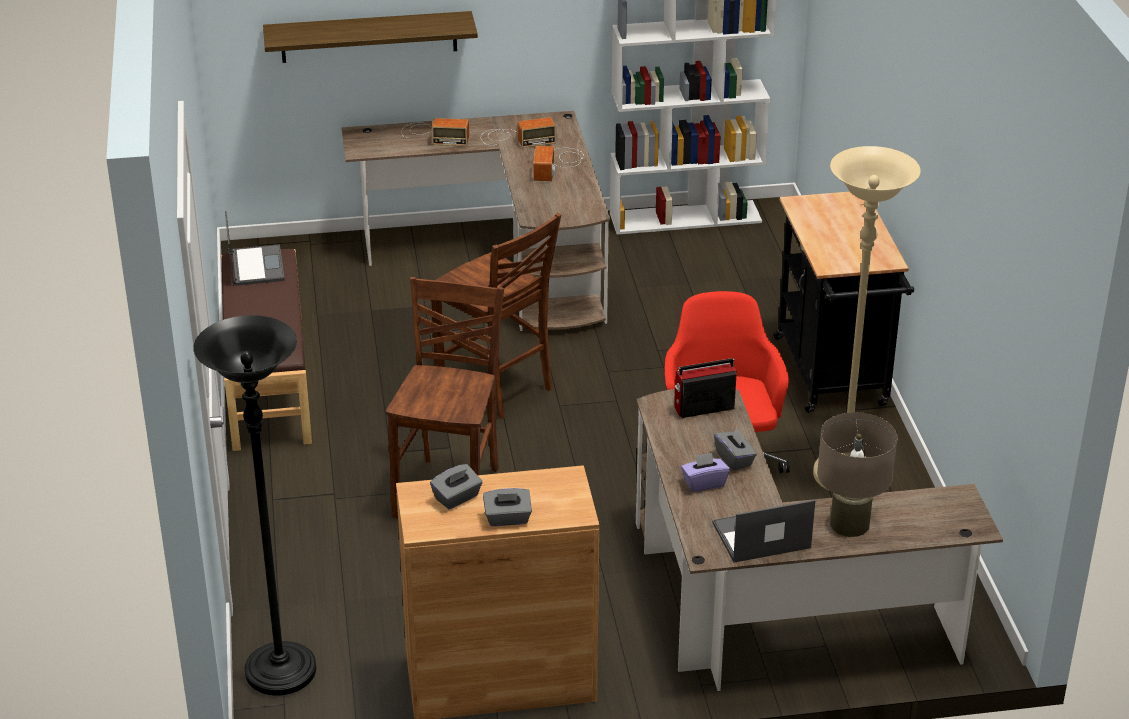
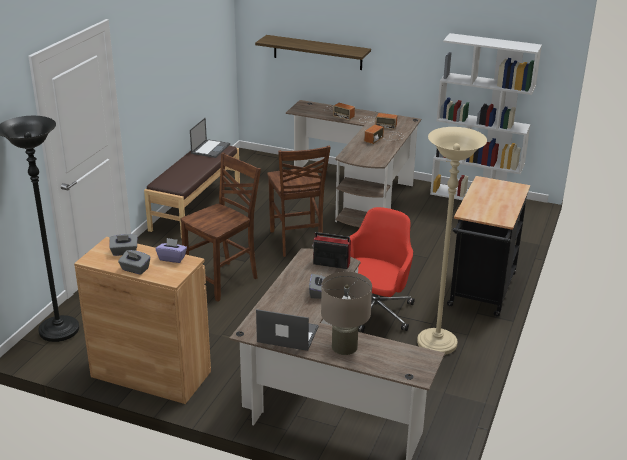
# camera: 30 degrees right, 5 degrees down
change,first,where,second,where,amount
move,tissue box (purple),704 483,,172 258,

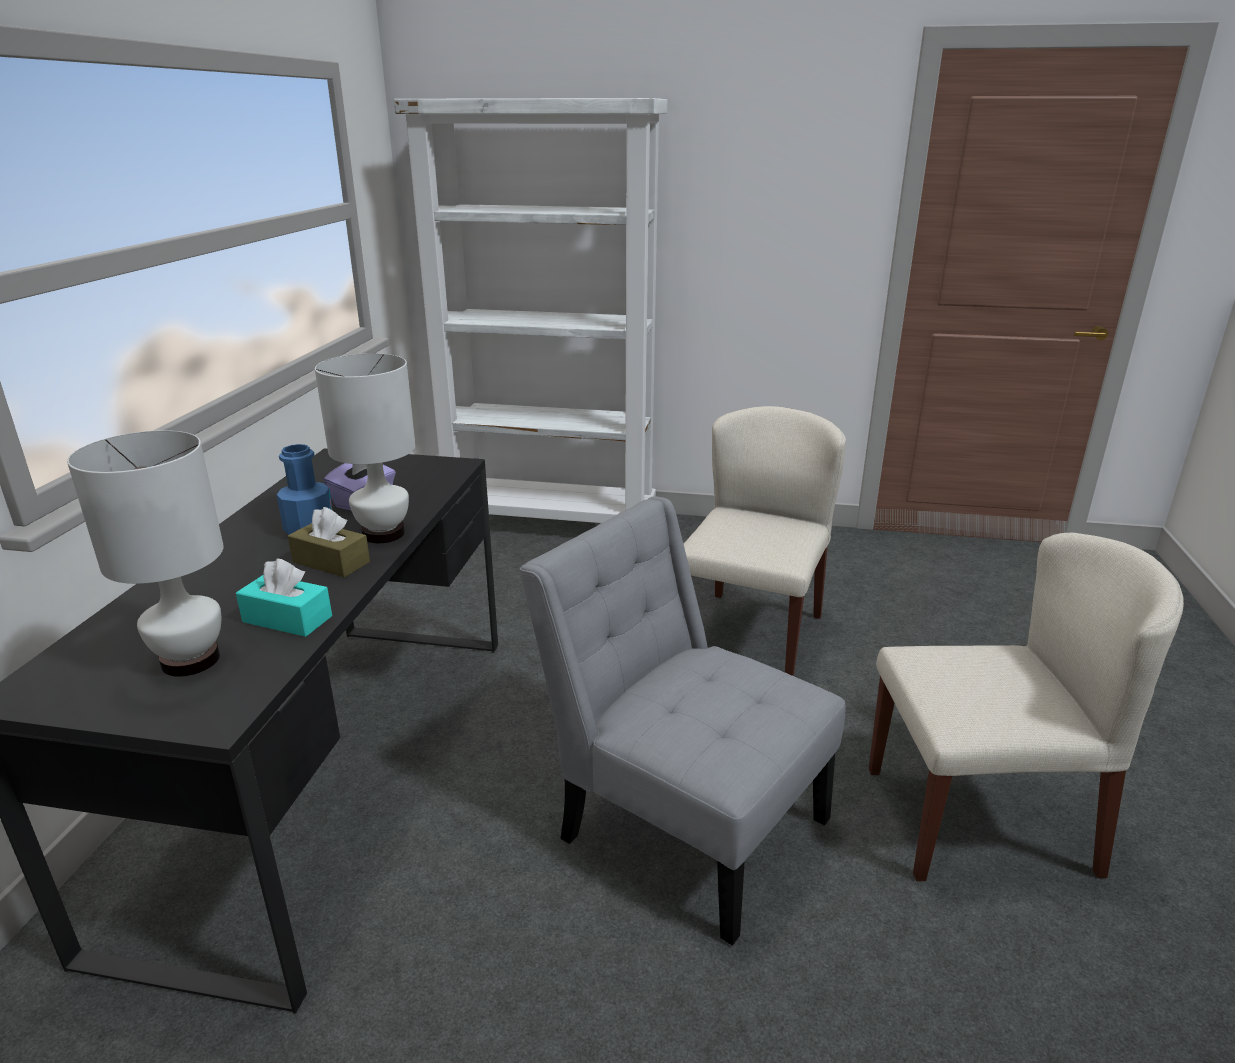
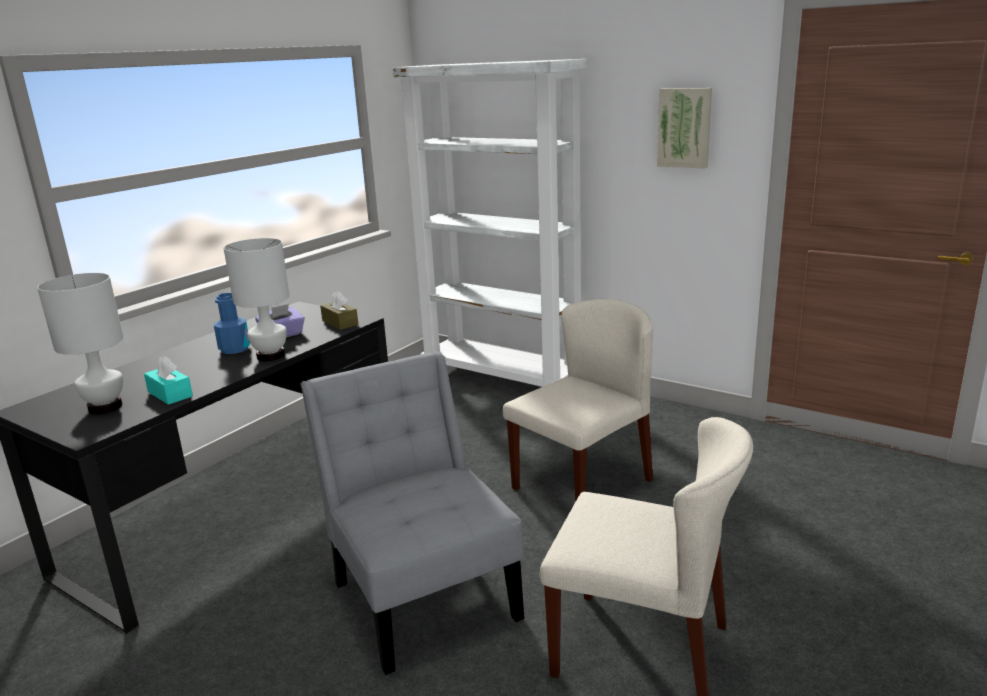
# camera: 25 degrees right, 5 degrees down
change,first,where,second,where,amount
move,tissue box (brown),331 562,,340 323,
insert,,,picture,684 128,

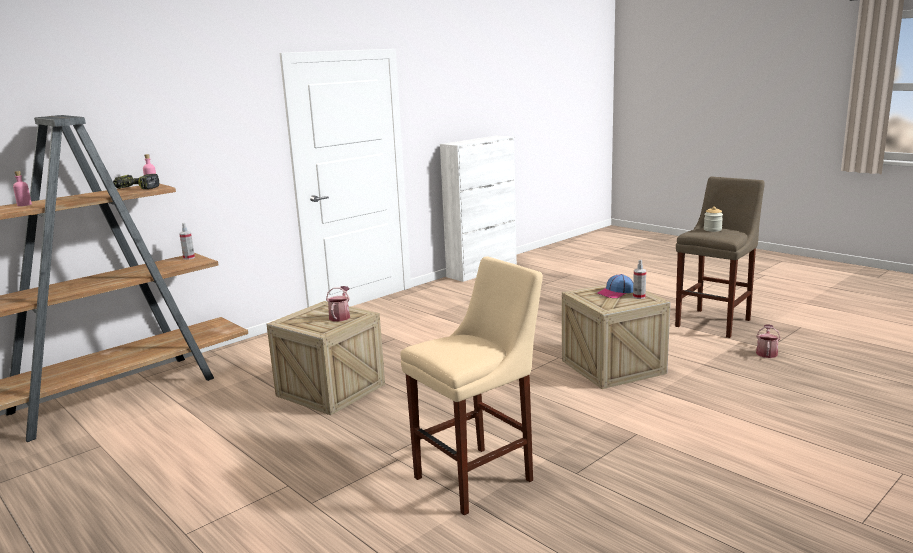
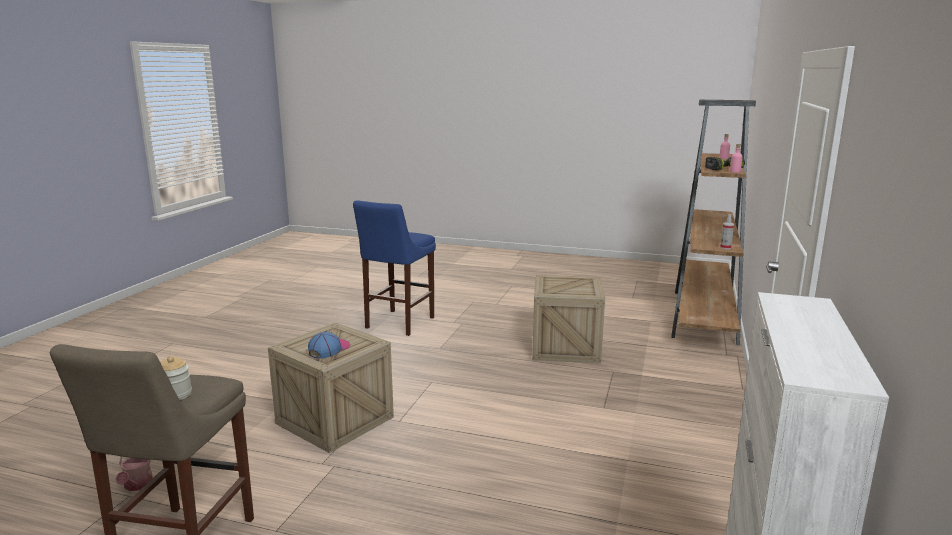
# camera: 150 degrees right, 0 degrees up
change,first,where,second,where,amount
recolor,stool (beige),478 477,stool (blue),397 324,
delete,spray bottle,639 297,,,
delete,watering can,340 316,,,

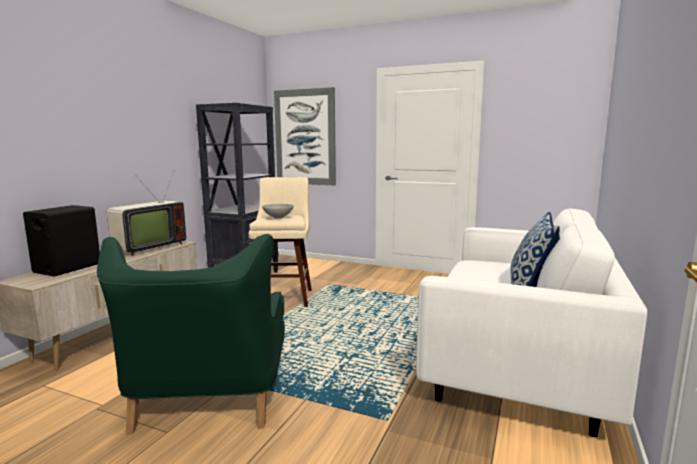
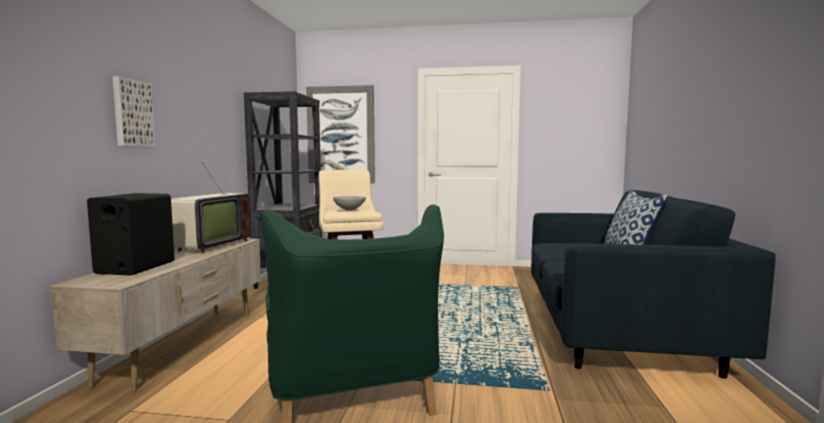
# camera: 15 degrees left, 5 degrees down
change,first,where,second,where,amount
recolor,sofa (white),516 361,sofa (blue),613 329,
insert,,,picture,132 113,

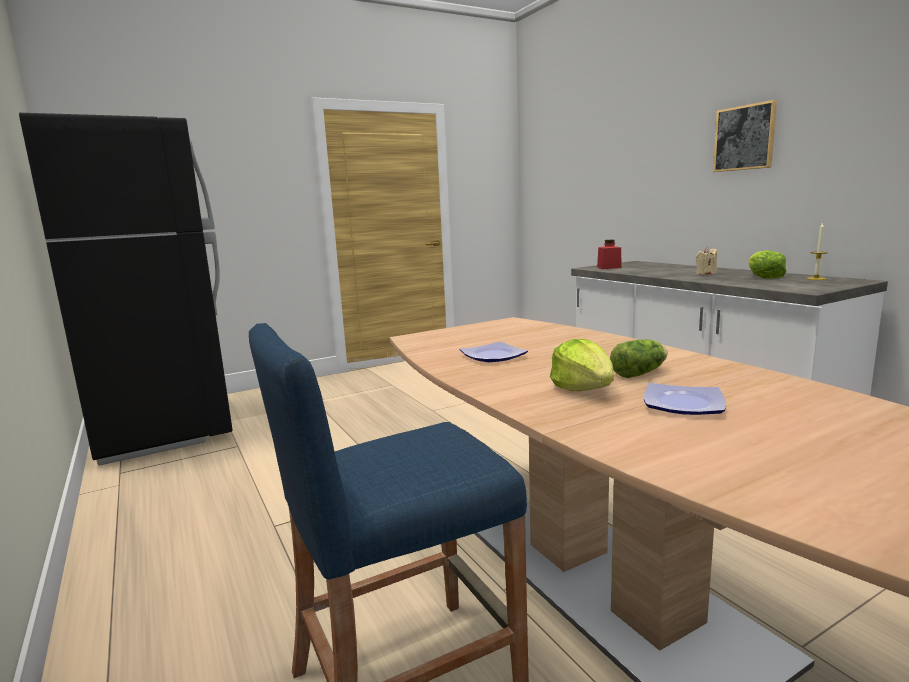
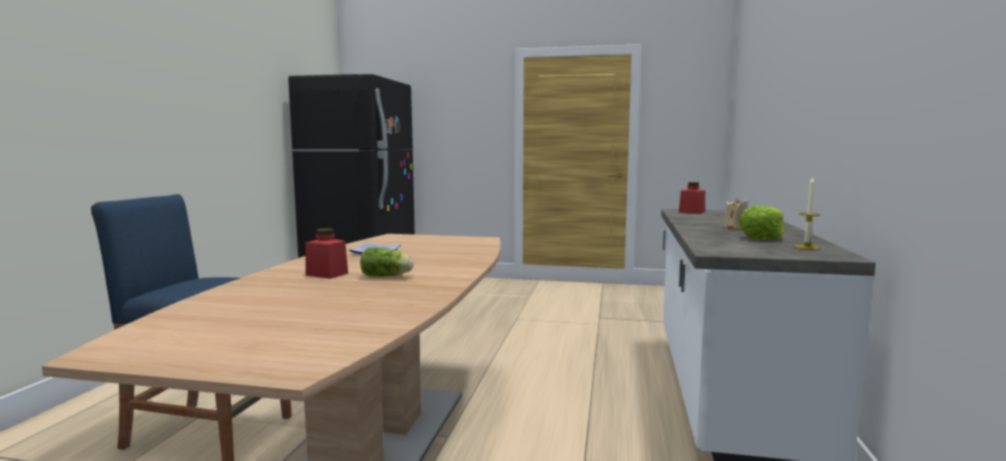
# camera: 40 degrees right, 5 degrees down
change,first,where,second,where,amount
delete,picture,744 138,,,
replace,lettuce,583 389,jar (red),327 274,
delete,plate,684 405,,,

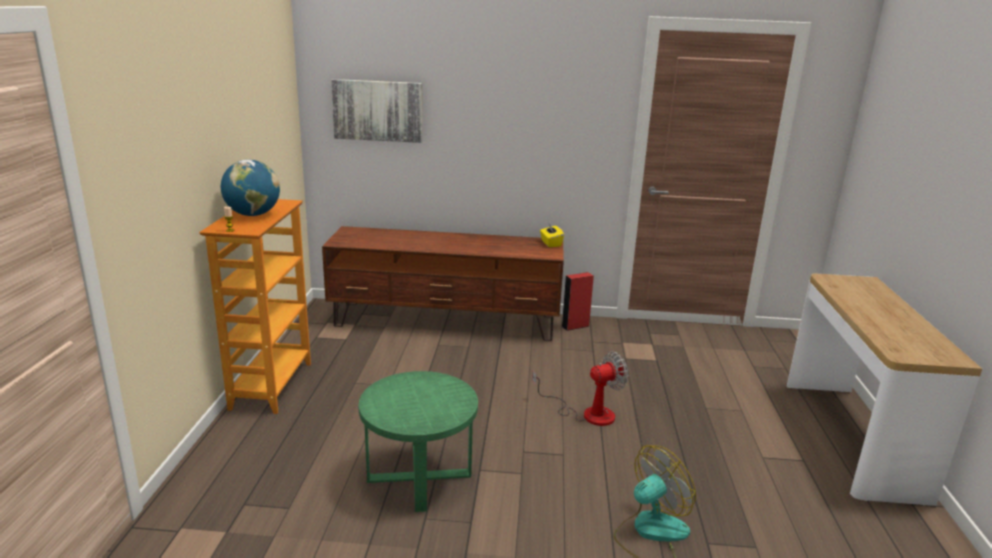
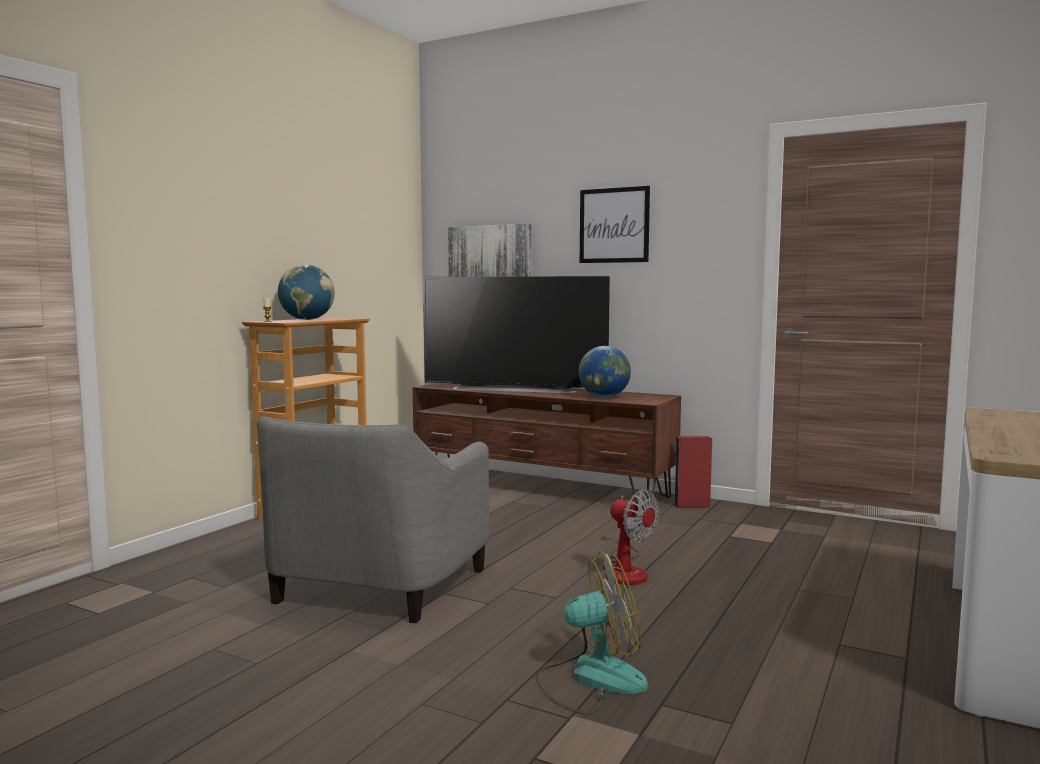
# camera: 25 degrees right, 15 degrees down
change,first,where,second,where,amount
delete,tissue box (yellow),550 243,,,
rotate,fan,587 413,,626 571,45 degrees clockwise
replace,side table (green),419 476,armchair (grey),374 587,
insert,,,picture,614 225,
insert,,,television,515 389,
insert,,,globe,604 397,

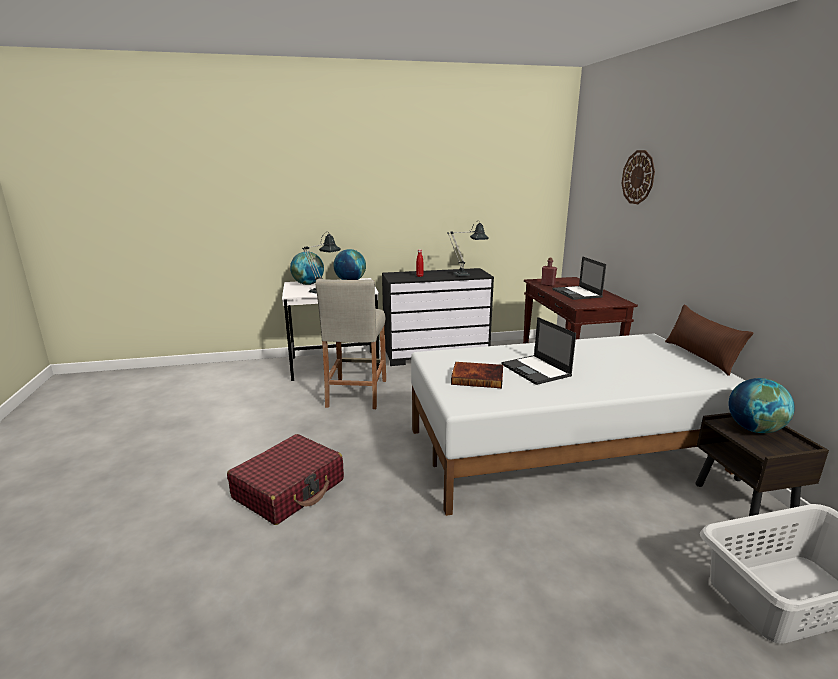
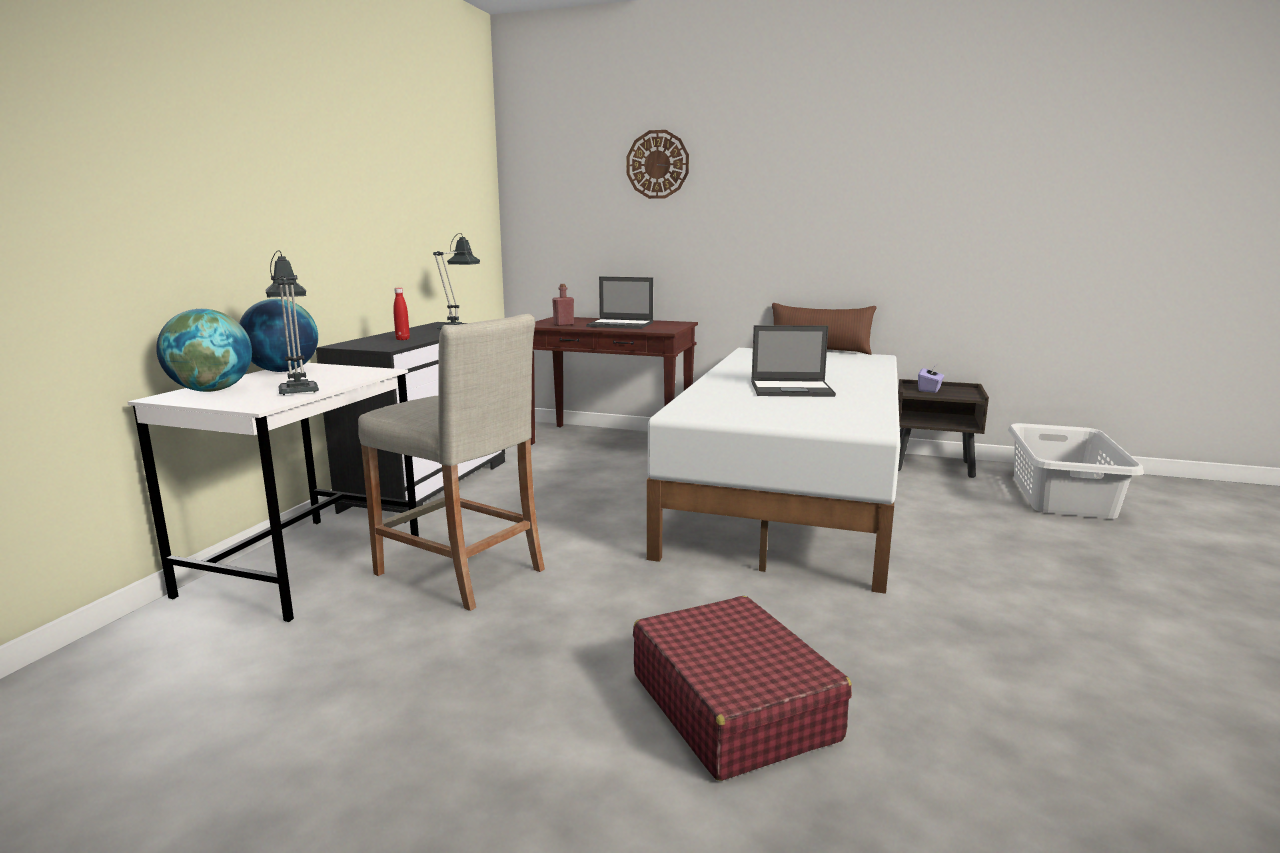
# camera: 60 degrees left, 5 degrees down
change,first,where,second,where,amount
delete,book,478 377,,,
replace,globe,754 429,tissue box (purple),930 389,

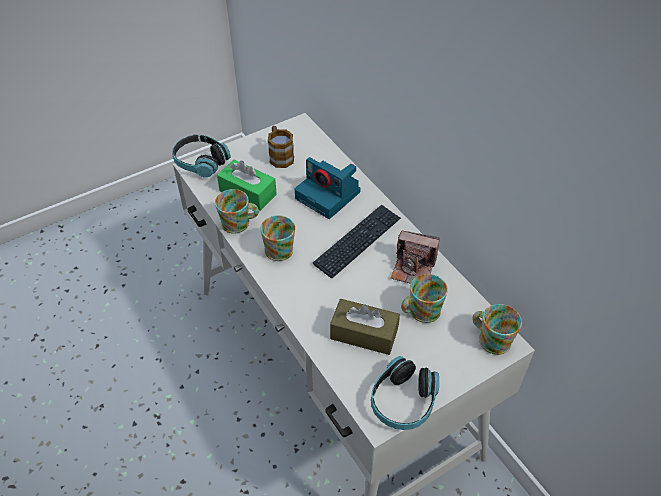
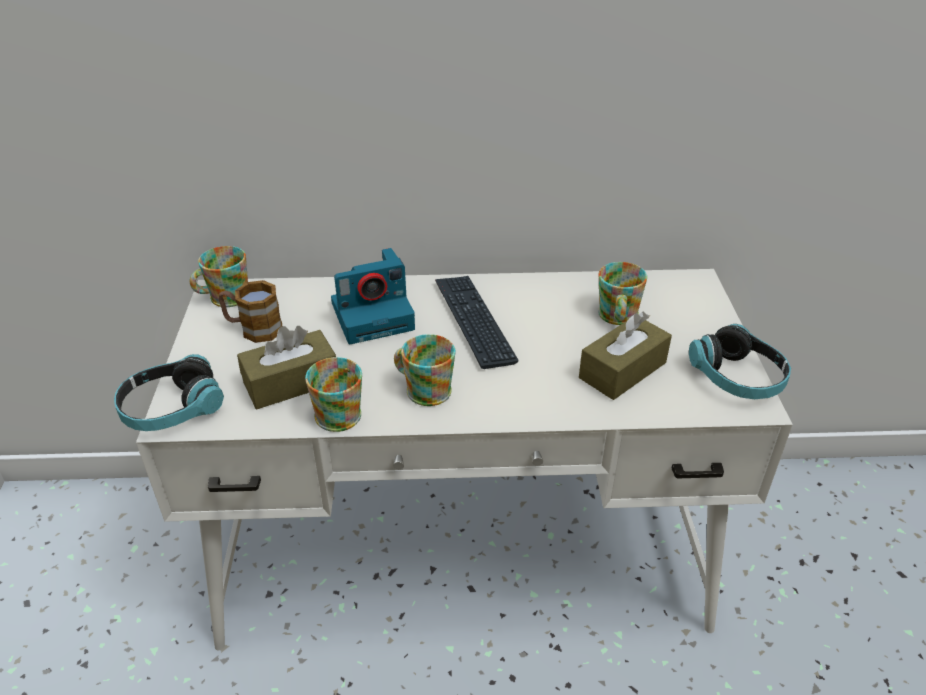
# camera: 60 degrees left, 10 degrees down
change,first,where,second,where,amount
recolor,tissue box (green),248 193,tissue box (brown),291 383,
delete,photo camera,413 268,,,
move,mug,490 338,,224 297,

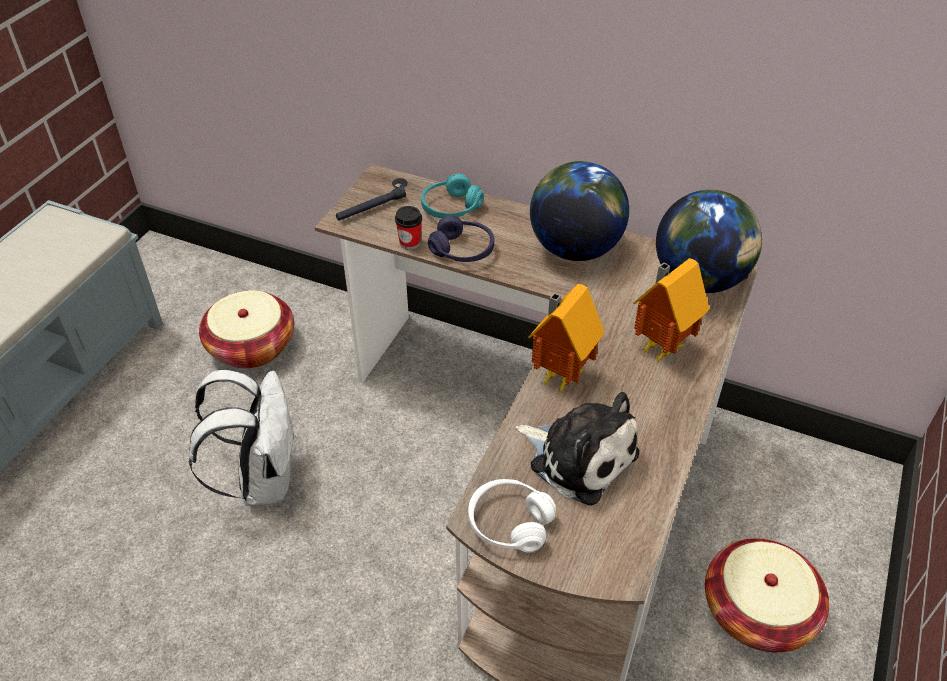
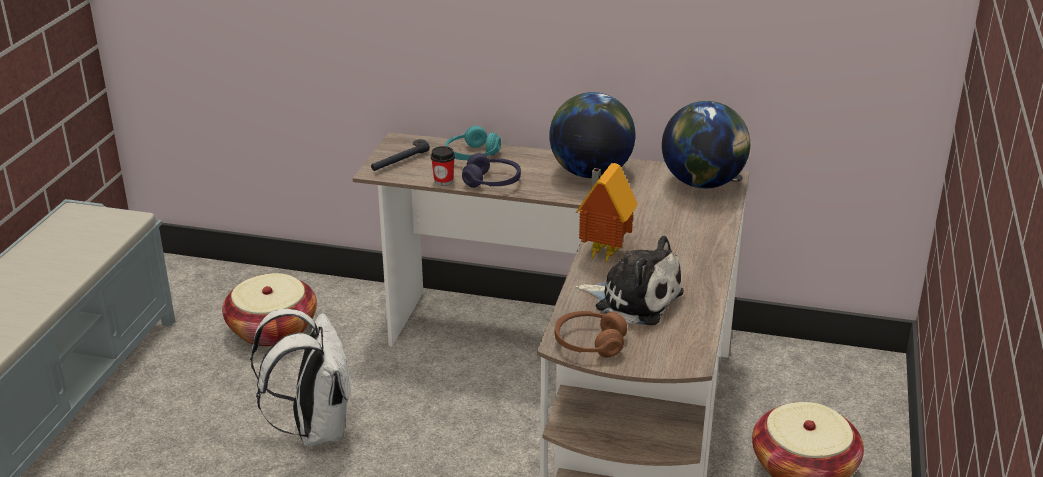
# camera: 10 degrees left, 15 degrees down
change,first,where,second,where,amount
delete,toy house,659 347,,,
recolor,headphones (white),509 523,headphones (brown),589 343,

